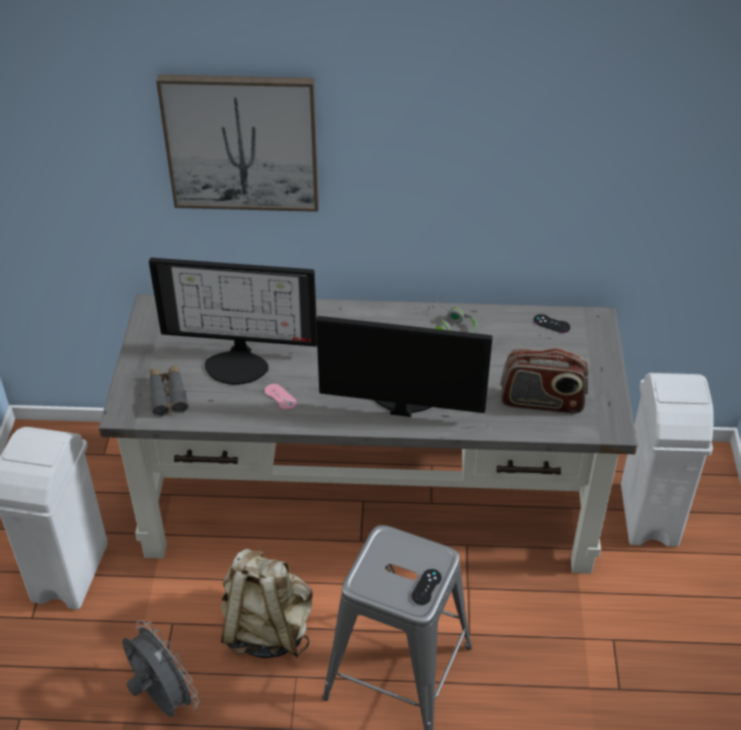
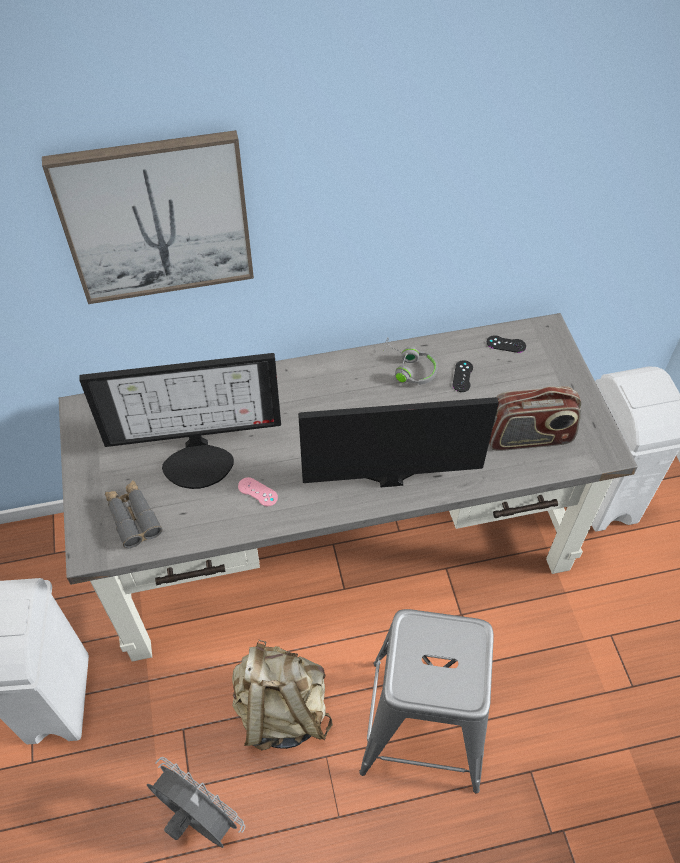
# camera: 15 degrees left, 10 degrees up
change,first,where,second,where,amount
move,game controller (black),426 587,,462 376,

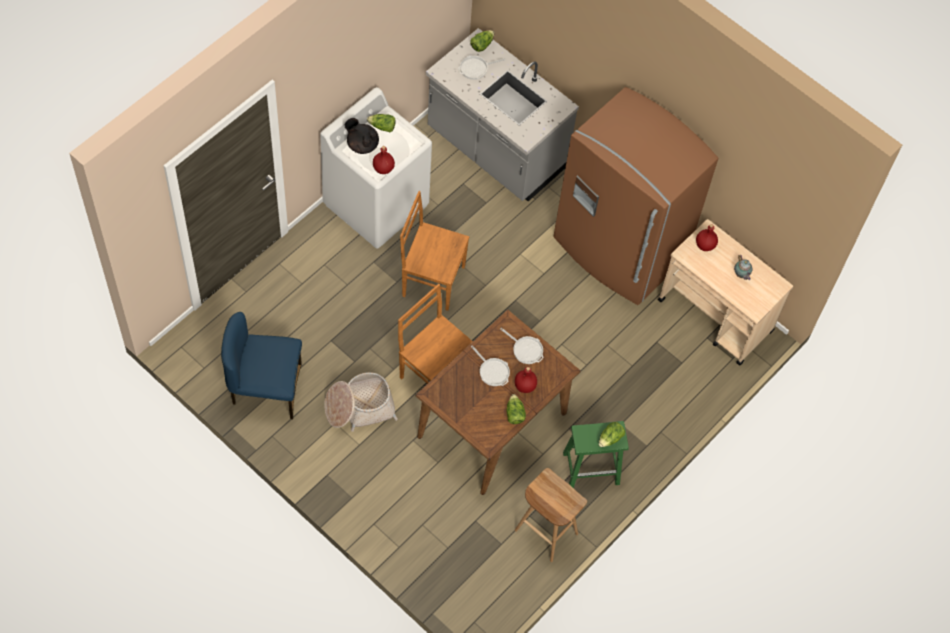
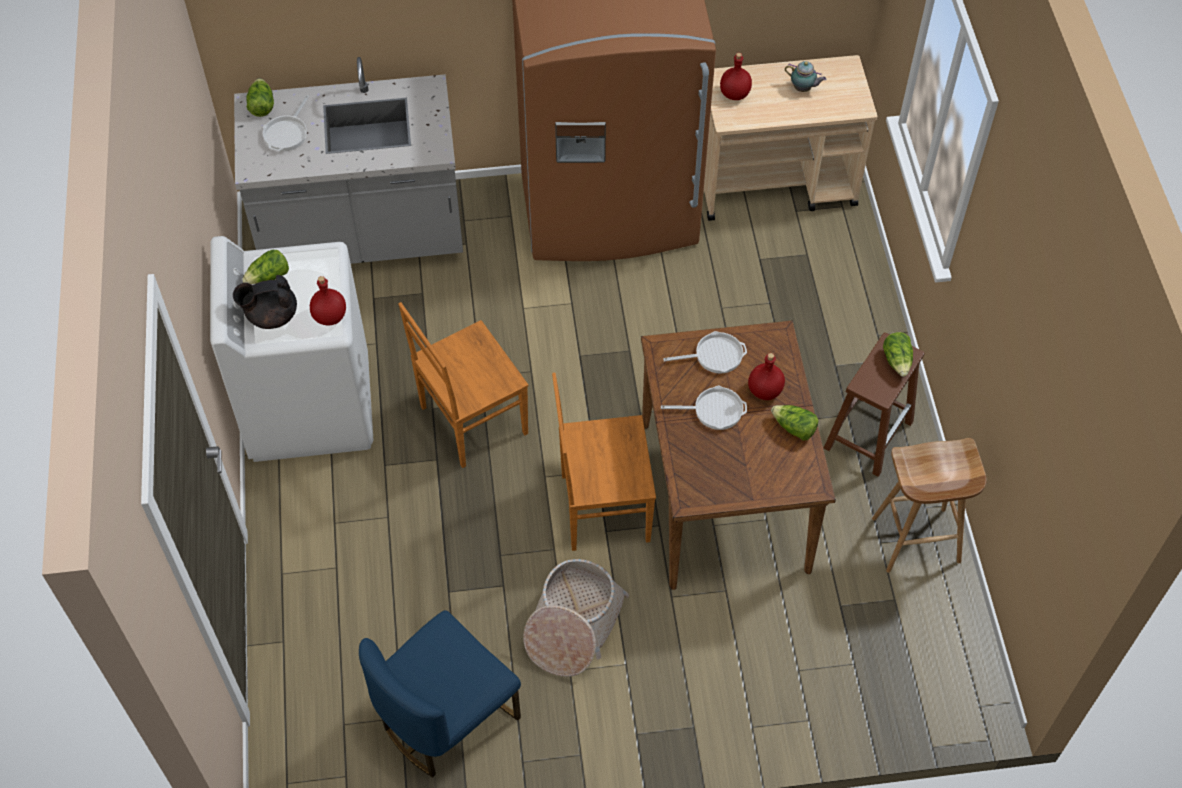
# camera: 45 degrees left, 5 degrees down
change,first,where,second,where,amount
recolor,stool (green),592 468,stool (brown),868 433,

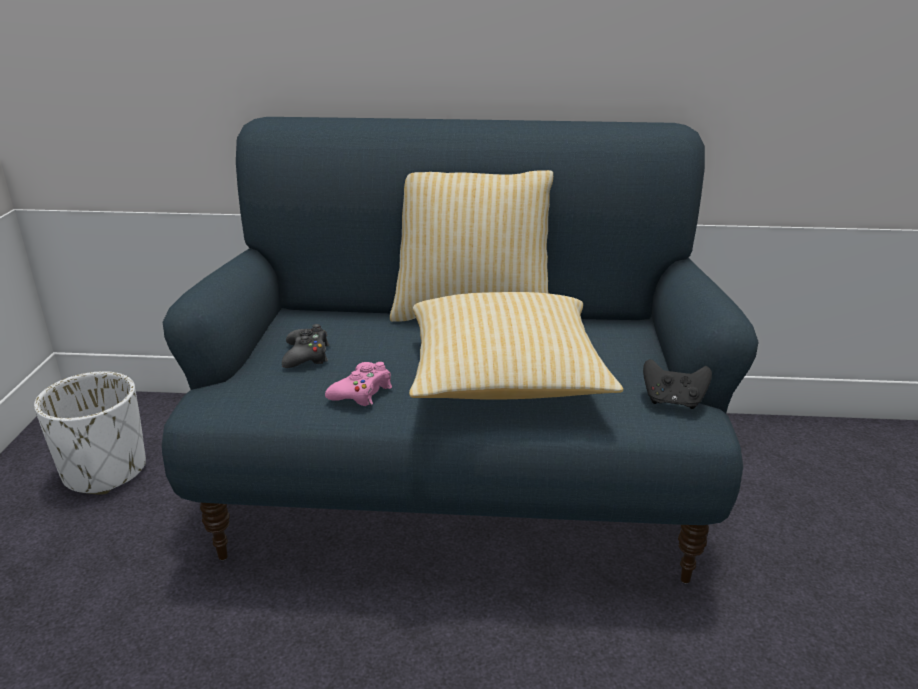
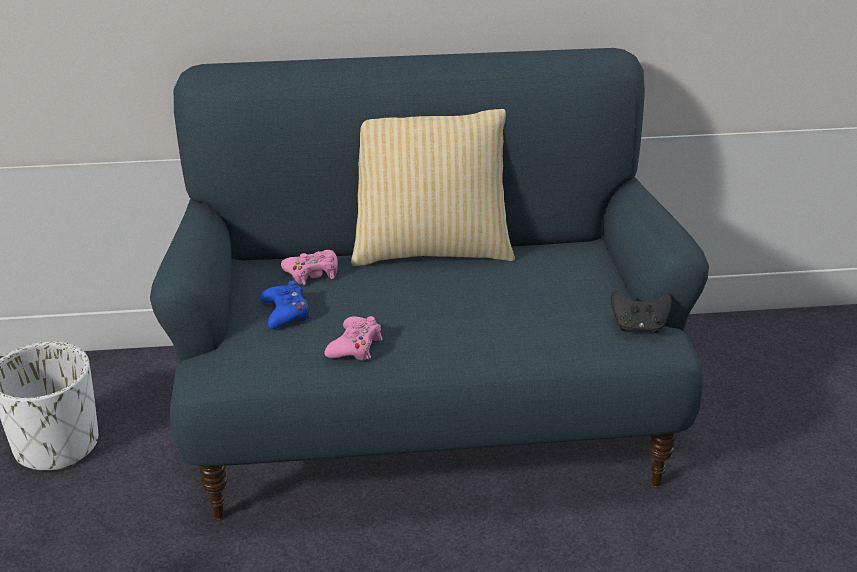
# camera: 10 degrees left, 5 degrees up
change,first,where,second,where,amount
delete,pillow,505 379,,,
recolor,game controller (black),306 355,game controller (blue),286 313,
insert,,,game controller (pink),312 273,

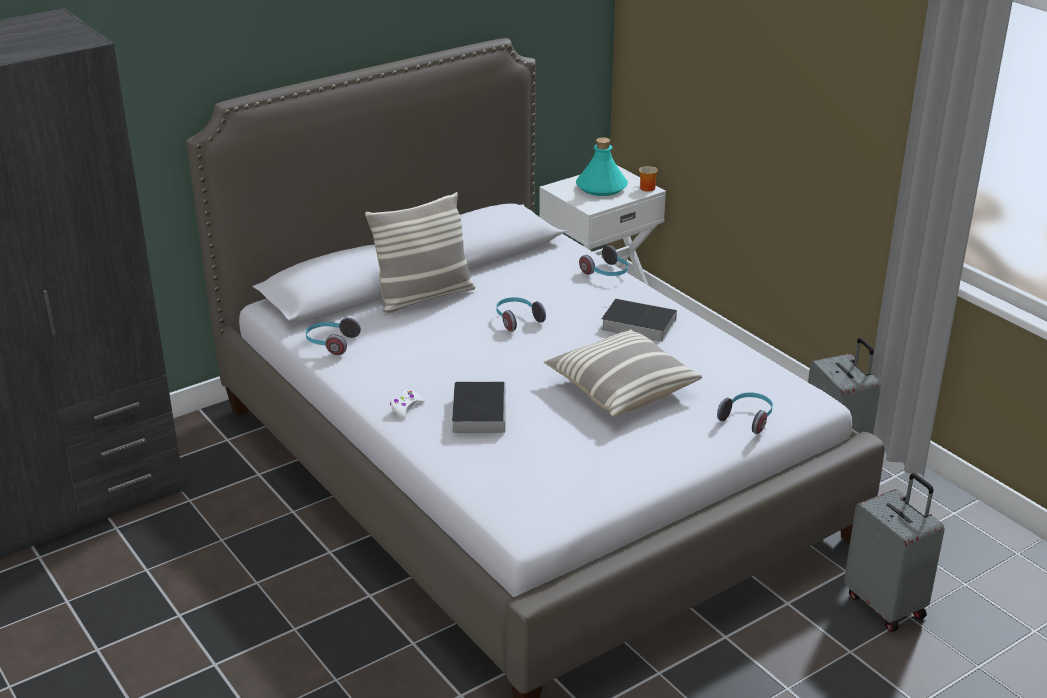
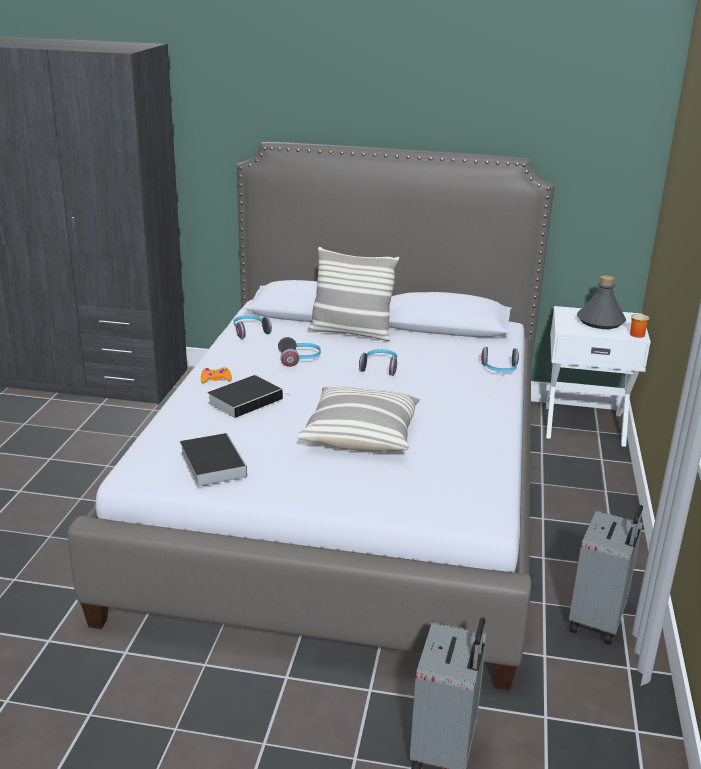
# camera: 45 degrees right, 5 degrees down
change,first,where,second,where,amount
recolor,bottle (turquoise),601 187,bottle (grey),600 322,
move,book,636 324,,211 463,
recolor,game controller (white),406 407,game controller (orange),215 379,
move,headphones,747 419,,300 359,

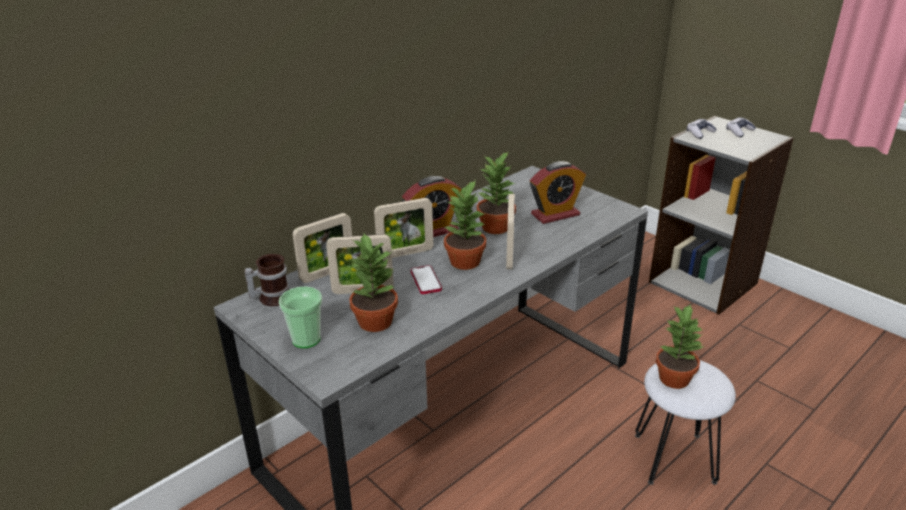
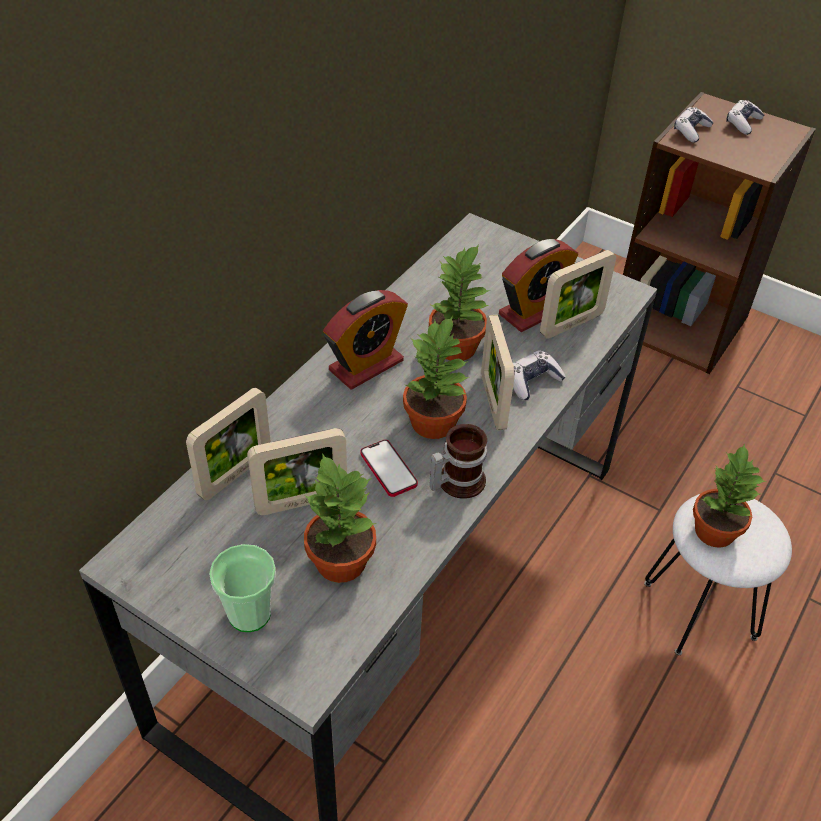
# camera: 15 degrees left, 15 degrees up
change,first,where,second,where,amount
recolor,bookcase (grey),703 282,bookcase (brown),680 322,
move,picture frame,405 253,,571 324,
move,mug,272 297,,456 480,
insert,,,game controller,532 381,

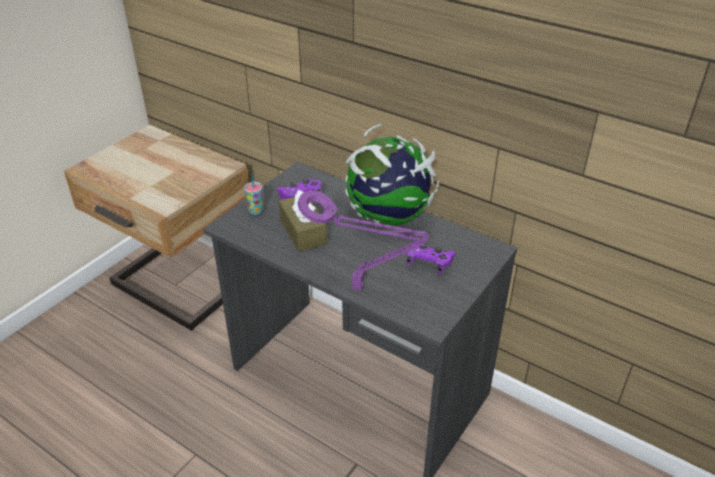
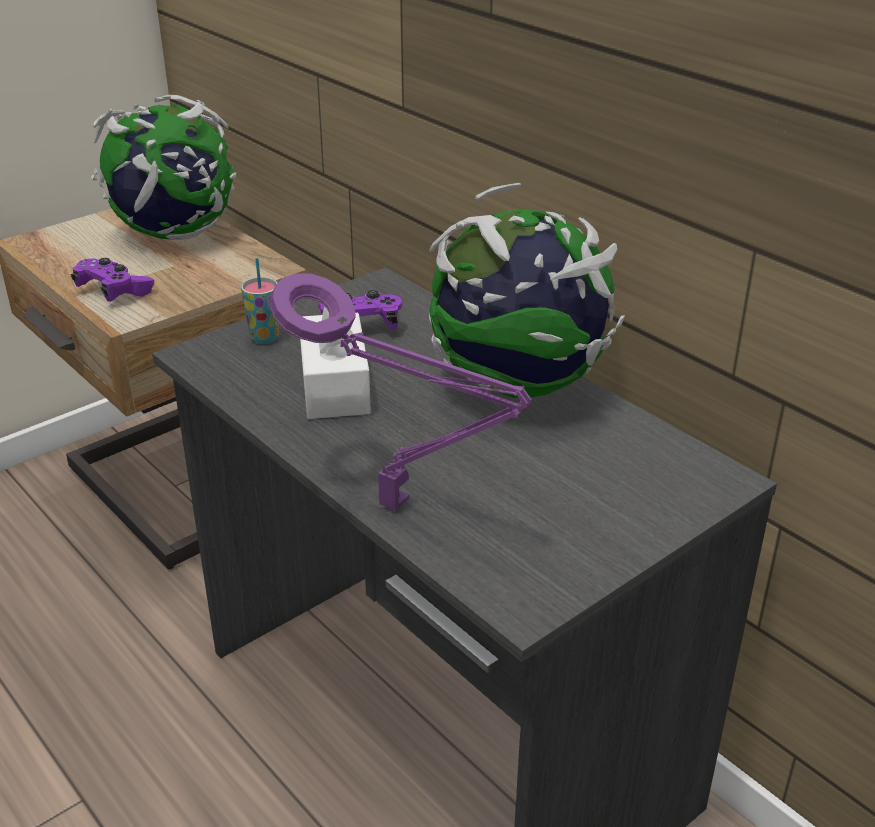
# camera: 15 degrees right, 5 degrees down
change,first,where,second,where,amount
recolor,tissue box (brown),303 231,tissue box (white),335 385,
move,game controller (purple),429 263,,114 291,
insert,,,globe,175 234,

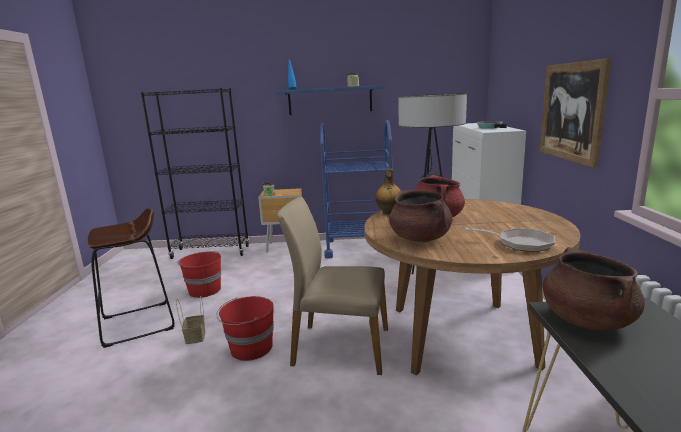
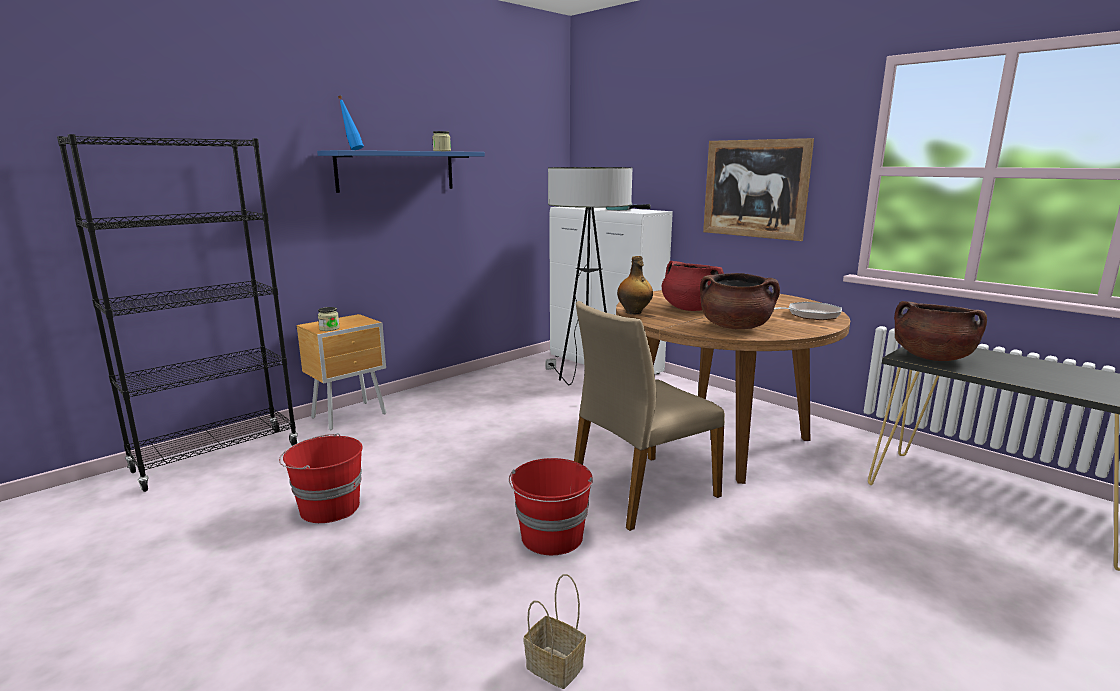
# camera: 45 degrees left, 0 degrees up
change,first,where,second,where,amount
delete,cart (blue),359 247,,,
delete,stool (brown),138 323,,,
move,basket,195 336,,552 667,

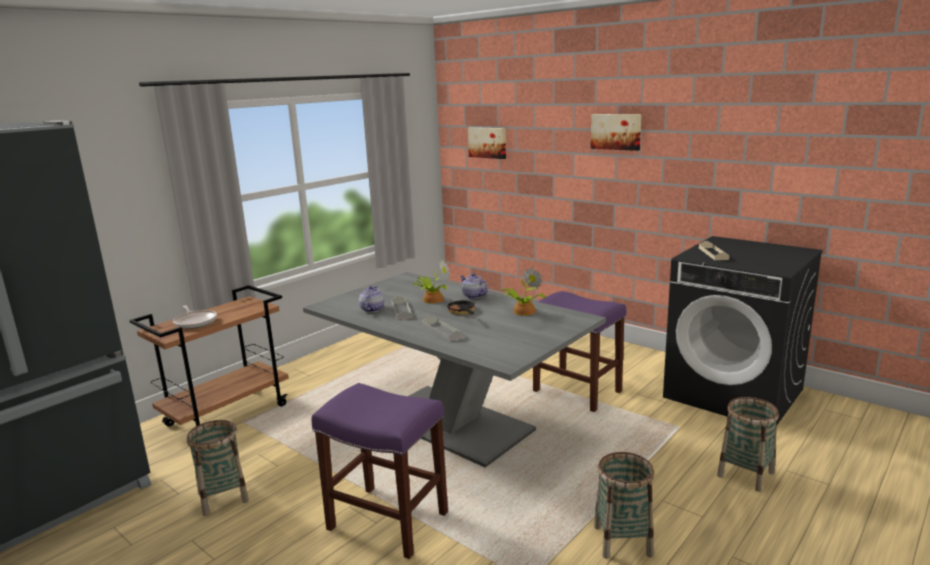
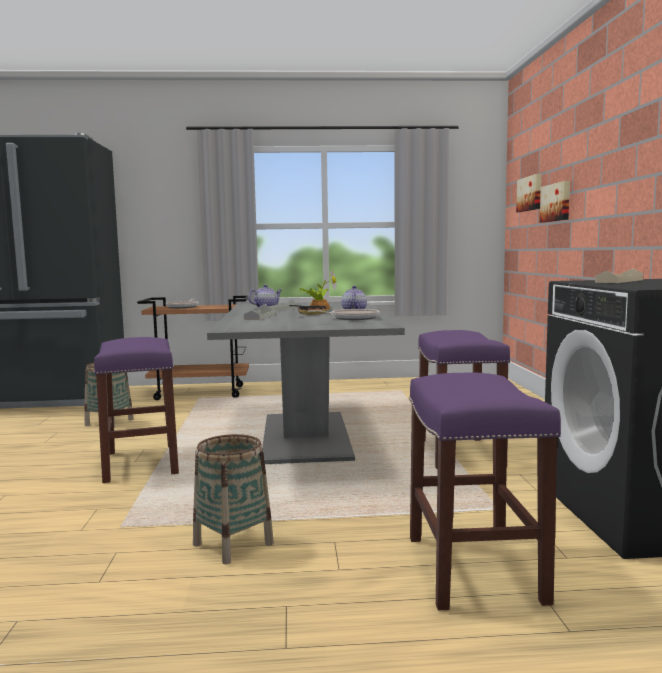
# camera: 45 degrees right, 10 degrees down
change,first,where,second,where,amount
move,picture,616 131,,556 202,
replace,potted plant,522 311,frying pan,352 318,
replace,basket,746 474,stool (purple),475 569,

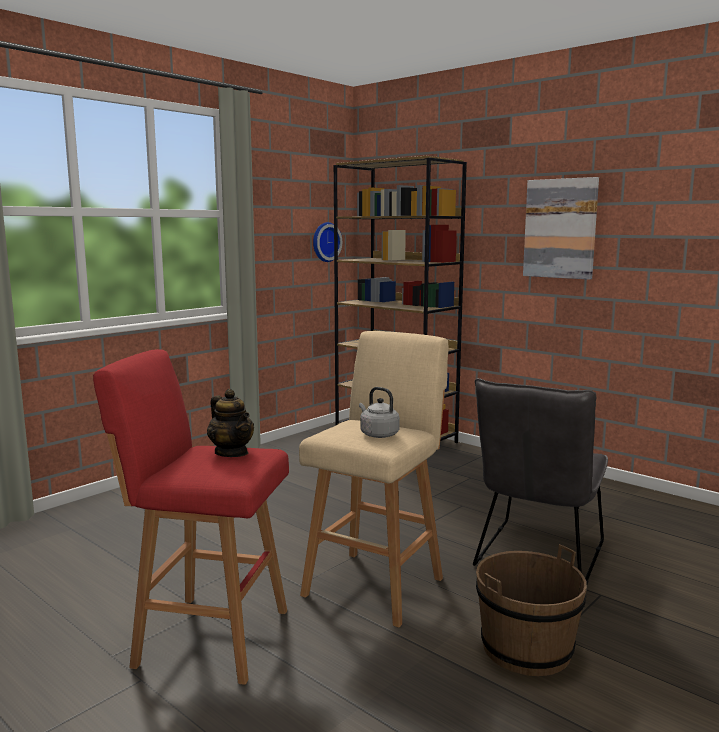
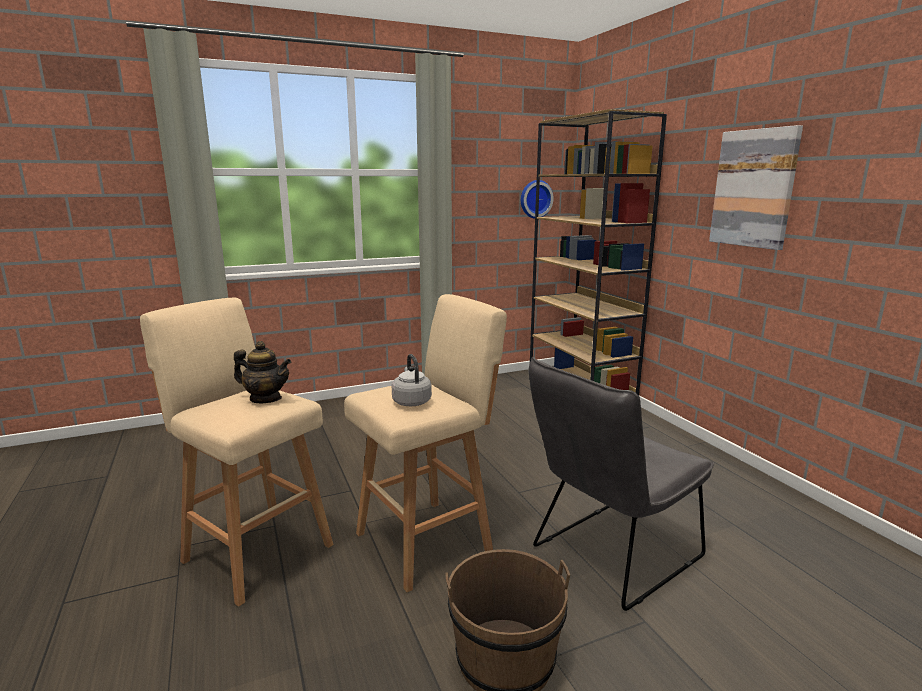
# camera: 25 degrees right, 5 degrees up
change,first,where,second,where,amount
recolor,stool (red),207 636,stool (beige),255 551,
rotate,teapot,232 453,,265 399,60 degrees counterclockwise

